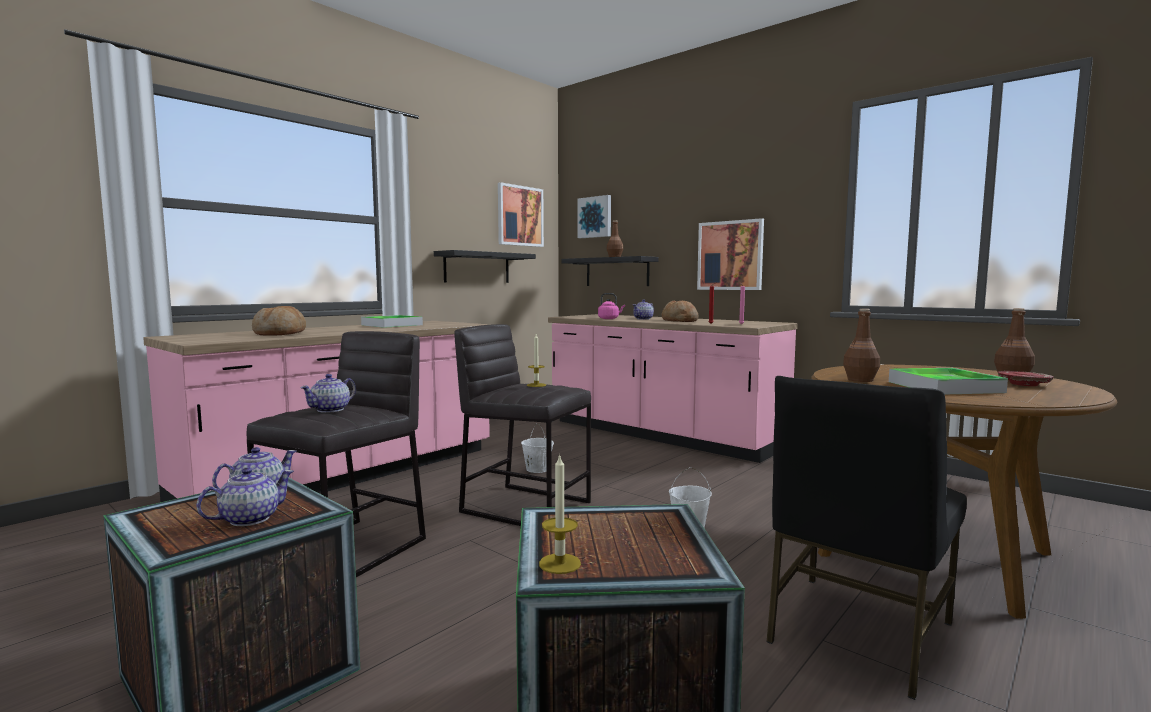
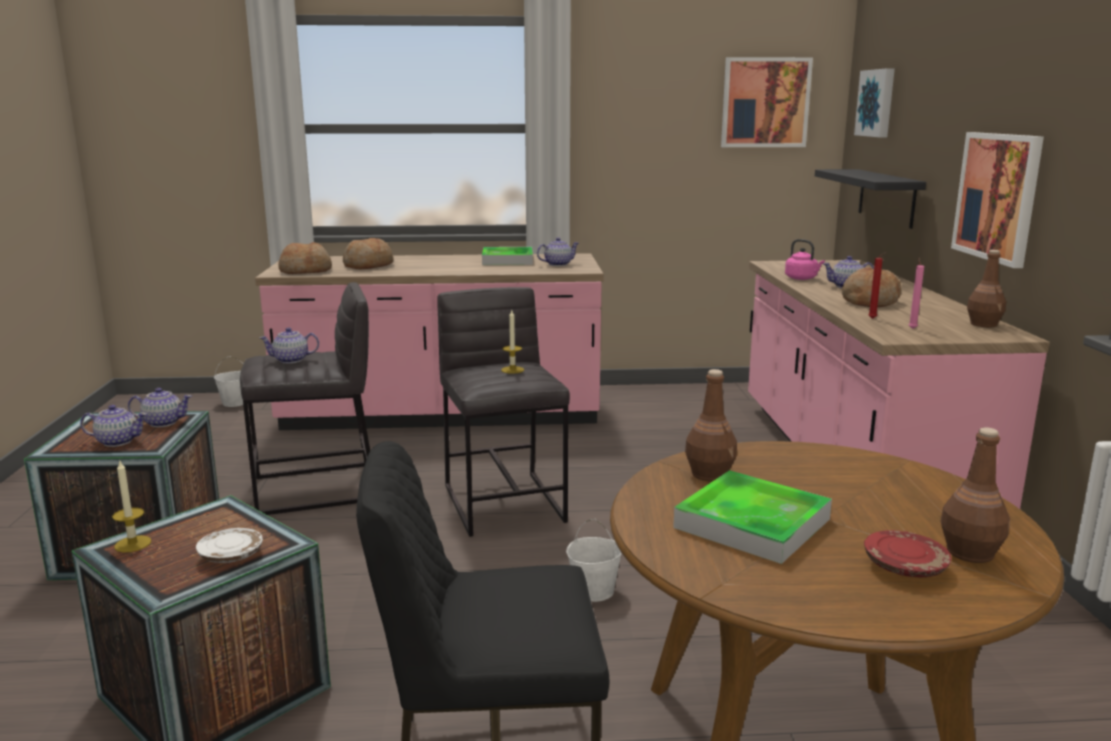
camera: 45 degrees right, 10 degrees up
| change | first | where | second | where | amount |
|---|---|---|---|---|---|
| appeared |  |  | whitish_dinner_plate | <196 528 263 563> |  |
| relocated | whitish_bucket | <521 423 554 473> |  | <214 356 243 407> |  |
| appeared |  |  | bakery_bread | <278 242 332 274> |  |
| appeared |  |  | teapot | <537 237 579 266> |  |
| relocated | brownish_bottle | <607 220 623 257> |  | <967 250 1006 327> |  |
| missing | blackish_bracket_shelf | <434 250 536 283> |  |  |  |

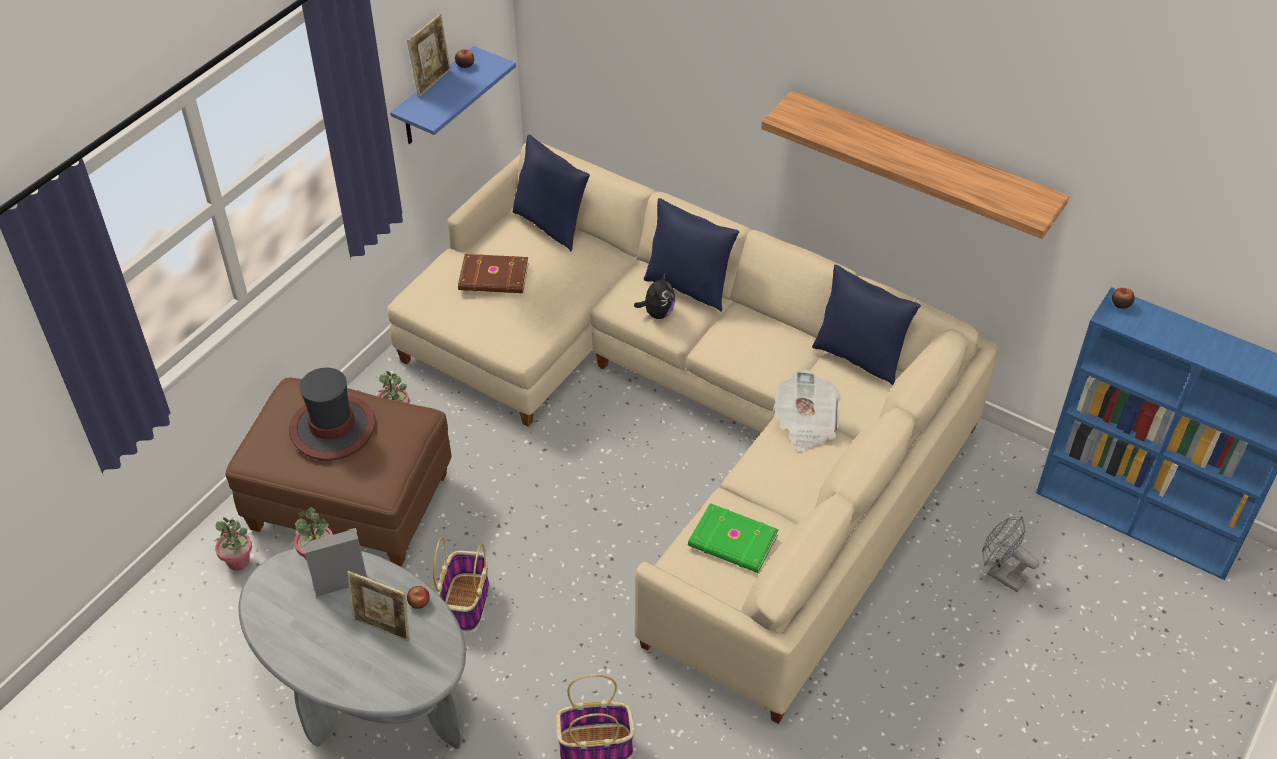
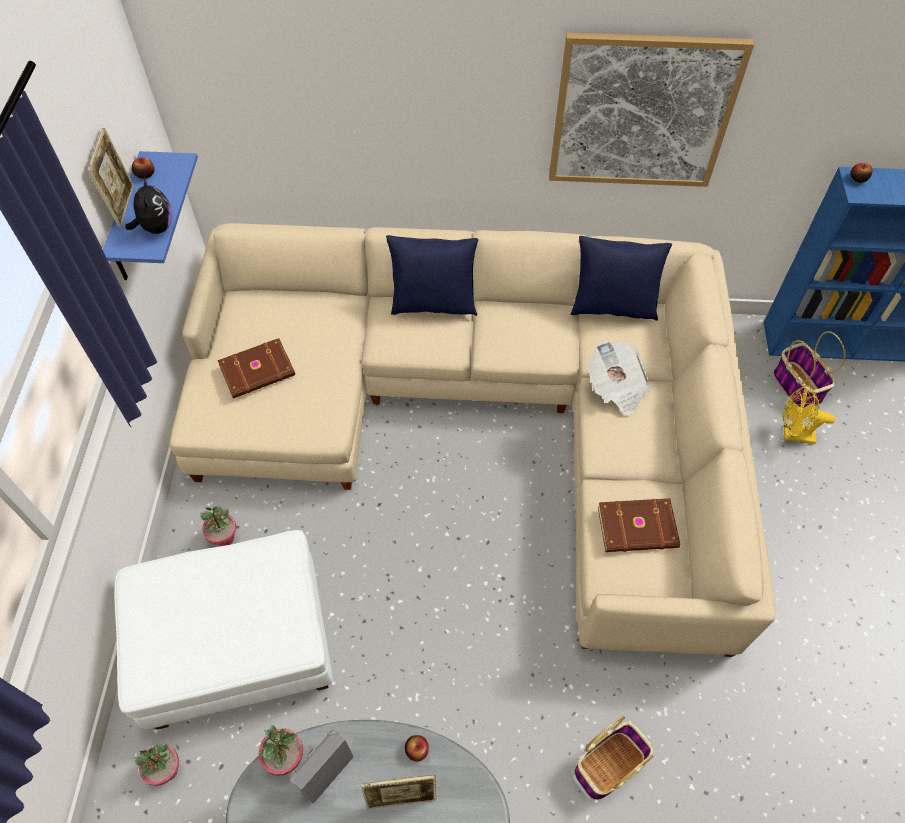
camera: 30 degrees left, 10 degrees up
| change | first | where | second | where | amount |
|---|---|---|---|---|---|
| colour | brownish_pouffe | <225 378 452 567> | whitish_pouffe | <114 530 333 730> |  |
| relocated | soft_toy | <634 273 675 319> |  | <125 176 173 234> |  |
| exchanged | bracket_shelf | <761 91 1069 239> | picture | <549 33 754 187> |  |
| colour | greenish_book | <688 503 779 573> | brownish_book | <598 498 680 552> |  |
| relocated | storage_basket | <433 537 489 632> |  | <773 331 846 408> |  |
| colour | gray_electric_fan | <982 516 1039 592> | yellowish_electric_fan | <783 385 835 444> |  |
| missing | hat | <289 368 376 461> |  |  |  |
| missing | blue-coloured_cushion | <512 135 590 252> |  |  |  |

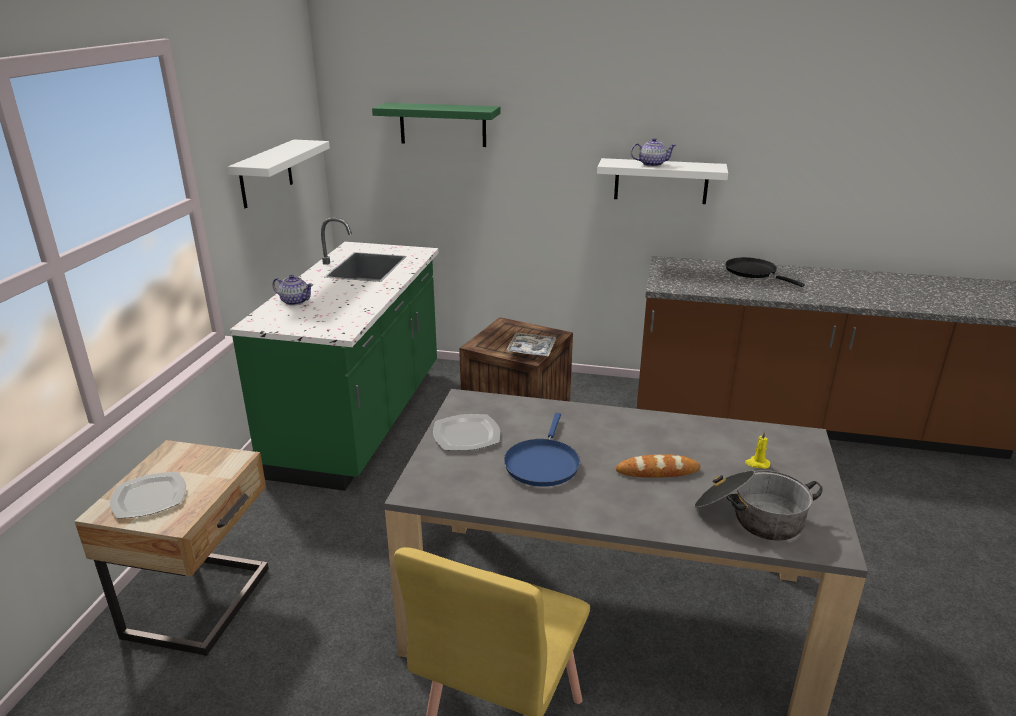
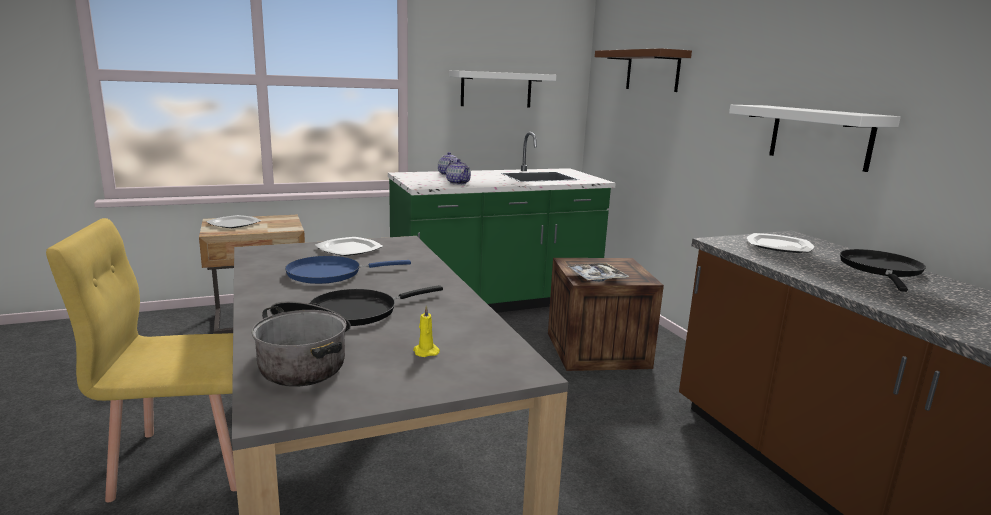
camera: 55 degrees right, 10 degrees down
| change | first | where | second | where | amount |
|---|---|---|---|---|---|
| exchanged | bakery_bread | <616 454 700 478> | blackish_pan | <309 285 443 326> |  |
| relocated | teapot | <631 138 676 167> |  | <446 159 471 185> |  |
| colour | greenish_bracket_shelf | <372 103 500 147> | brownish_bracket_shelf | <595 48 692 92> |  |
| appeared |  |  | dinner_plate | <747 233 814 253> |  |

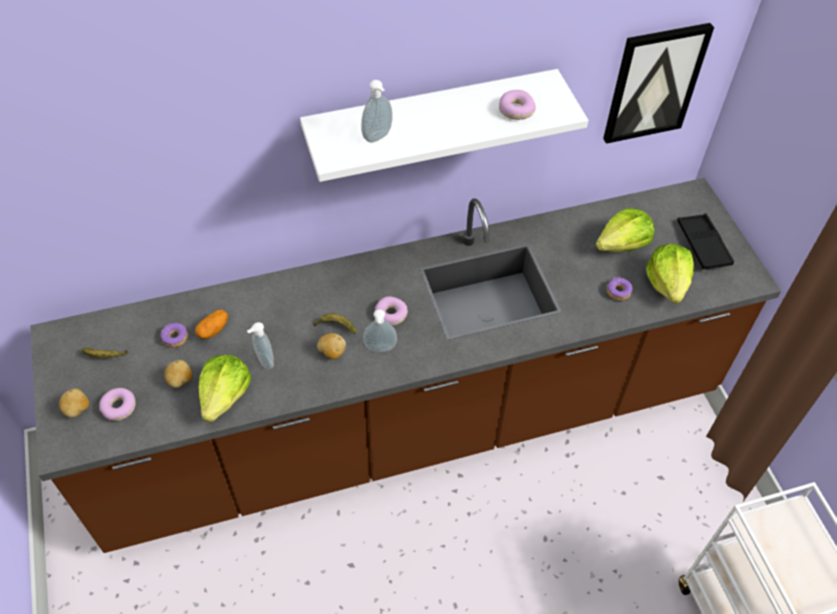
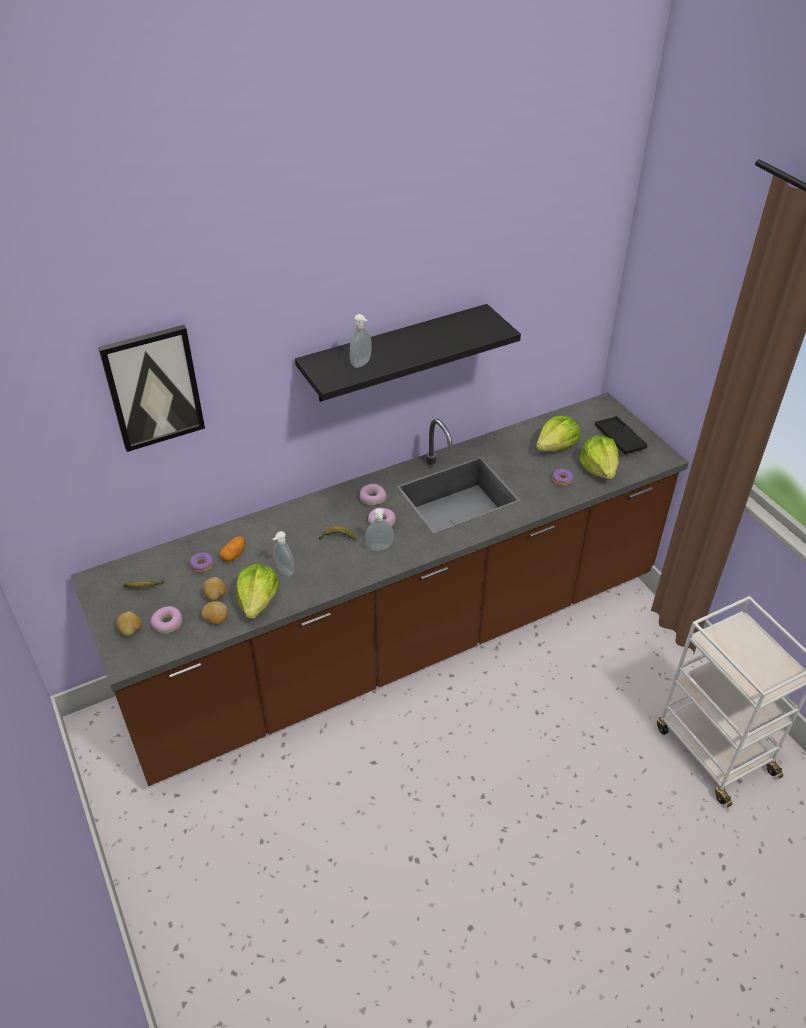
camera: 10 degrees left, 10 degrees down
| change | first | where | second | where | amount |
|---|---|---|---|---|---|
| relocated | picture | <603 23 714 144> |  | <98 325 205 452> |  |
| relocated | spud | <317 333 346 359> |  | <202 601 228 625> |  |
| colour | whitish_bracket_shelf | <300 69 588 182> | blackish_bracket_shelf | <295 304 521 402> |  |
| relocated | doughnut | <499 90 536 120> |  | <360 484 387 506> |  |

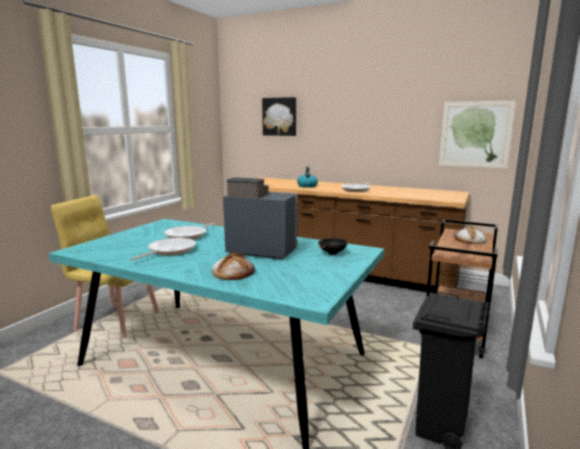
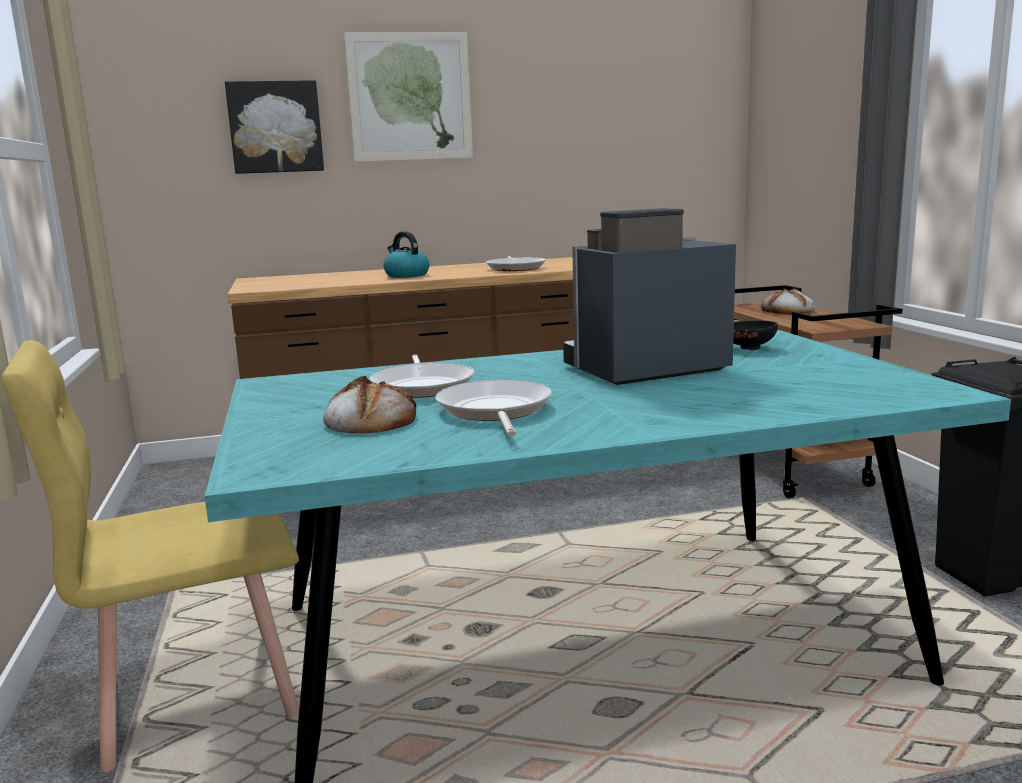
camera: 40 degrees left, 0 degrees up
| change | first | where | second | where | amount |
|---|---|---|---|---|---|
| relocated | bakery_bread | <212 252 255 280> |  | <323 375 416 433> |  |
| relocated | picture | <439 101 516 168> |  | <344 32 473 162> |  |

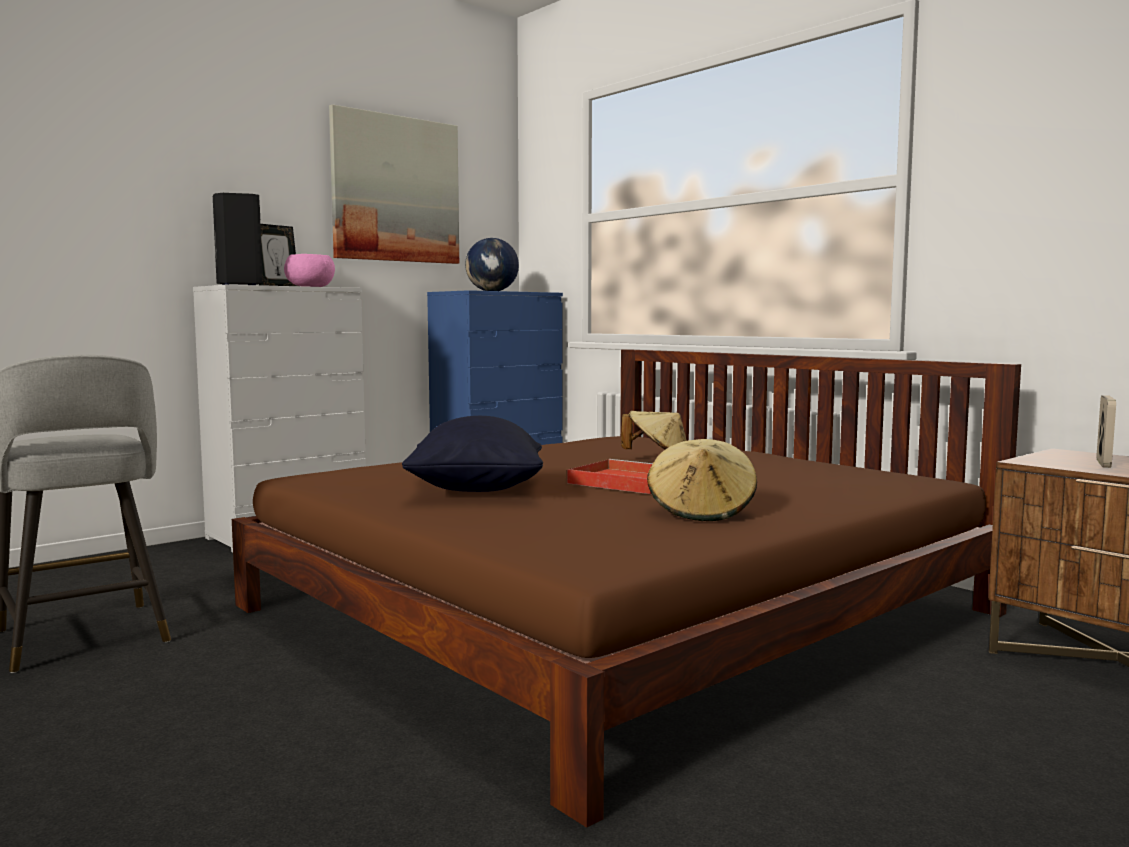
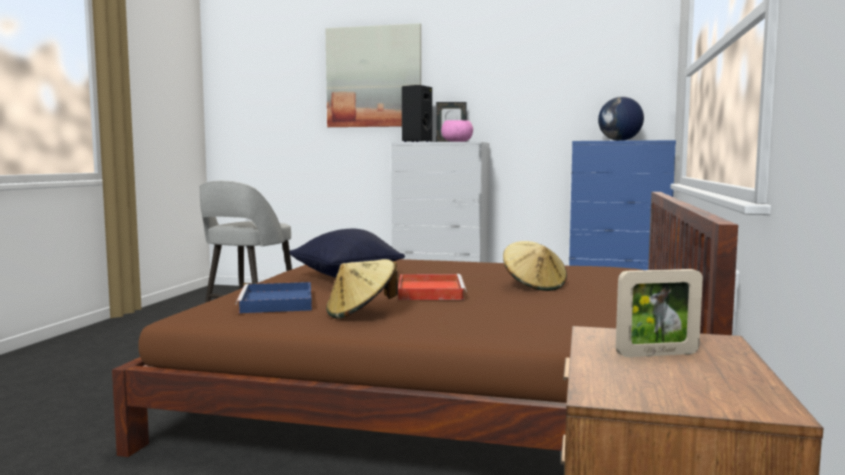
camera: 55 degrees right, 0 degrees up
| change | first | where | second | where | amount |
|---|---|---|---|---|---|
| appeared |  |  | blue-coloured_carrying_tray | <236 282 312 313> |  |
| relocated | picture | <329 104 459 264> |  | <325 23 421 127> |  |

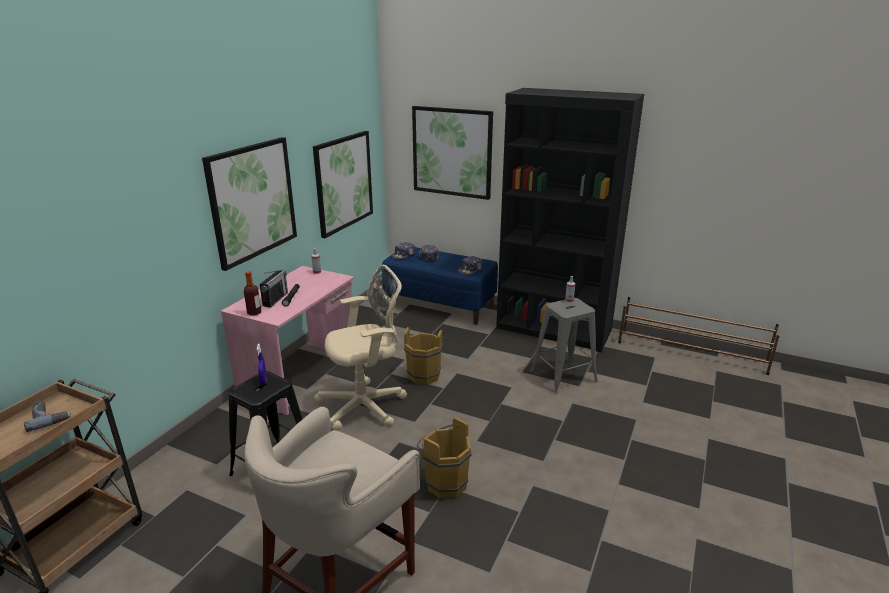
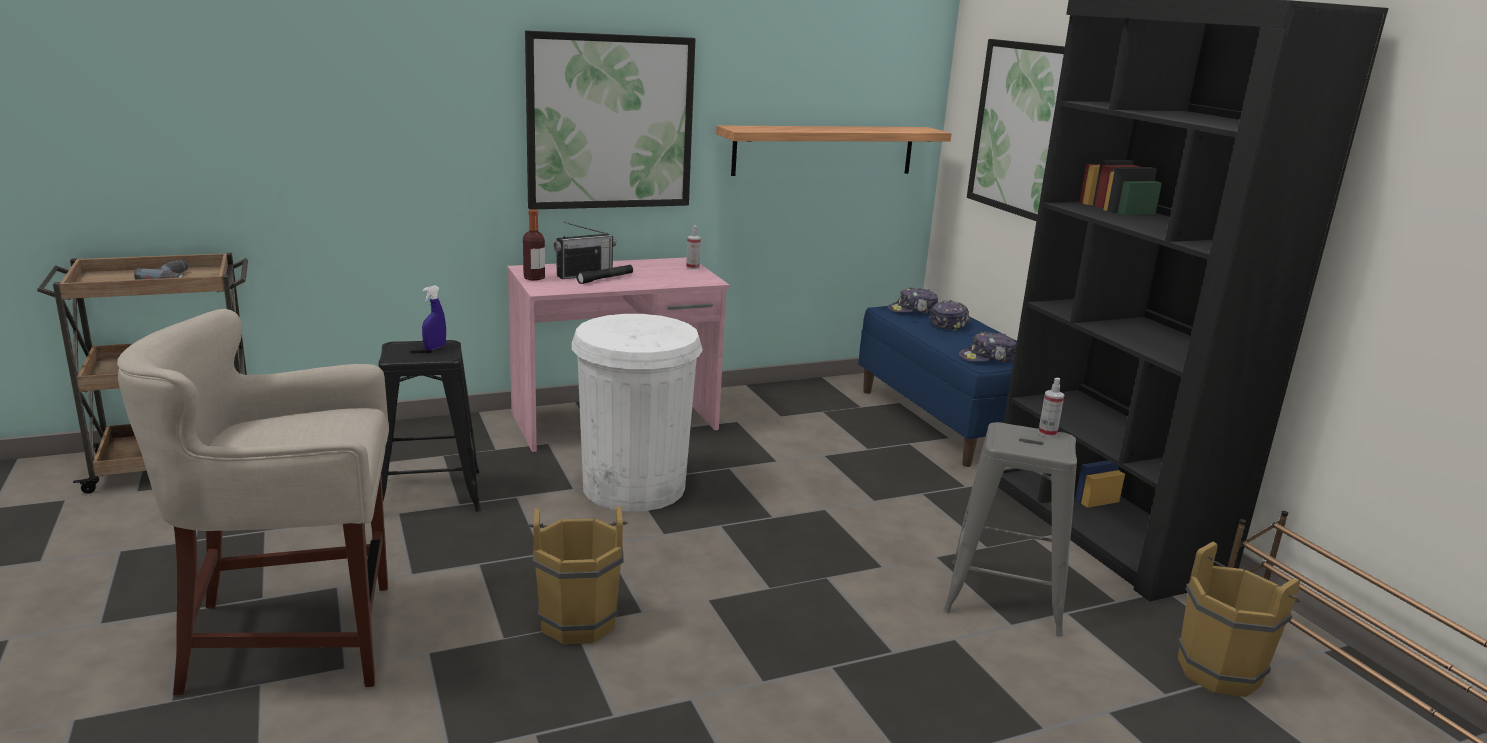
camera: 40 degrees right, 5 degrees down
| change | first | where | second | where | amount |
|---|---|---|---|---|---|
| exchanged | beige-coloured_office_chair | <314 265 407 431> | whitish_trash_can | <572 314 703 512> |  |
| exchanged | picture | <313 131 373 238> | bracket_shelf | <716 125 952 176> |  |
| relocated | brownish_bucket | <404 327 444 385> |  | <1178 541 1300 697> |  |

